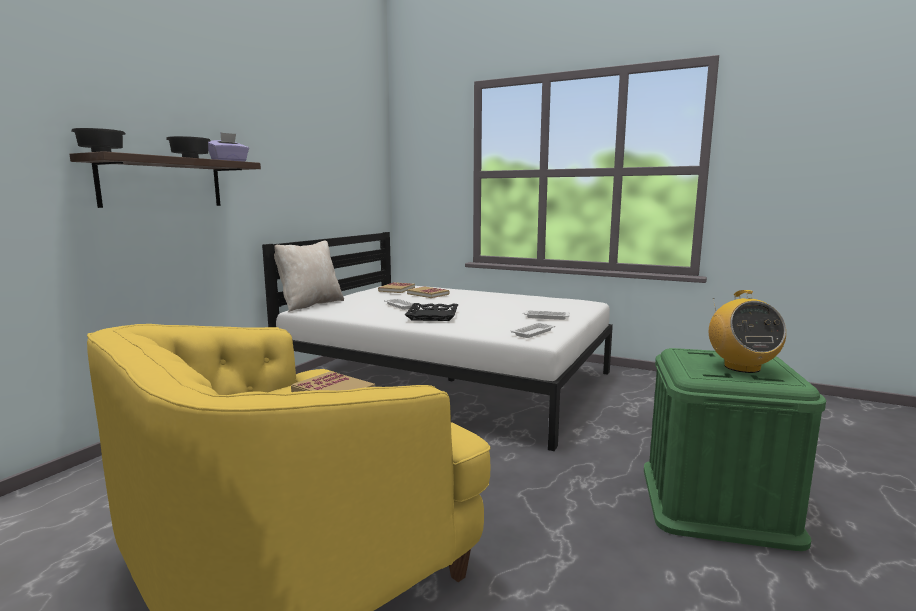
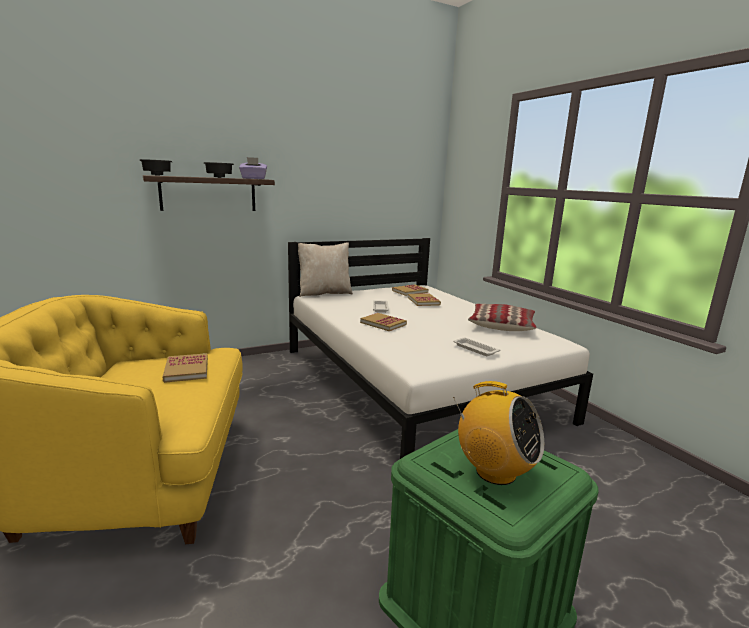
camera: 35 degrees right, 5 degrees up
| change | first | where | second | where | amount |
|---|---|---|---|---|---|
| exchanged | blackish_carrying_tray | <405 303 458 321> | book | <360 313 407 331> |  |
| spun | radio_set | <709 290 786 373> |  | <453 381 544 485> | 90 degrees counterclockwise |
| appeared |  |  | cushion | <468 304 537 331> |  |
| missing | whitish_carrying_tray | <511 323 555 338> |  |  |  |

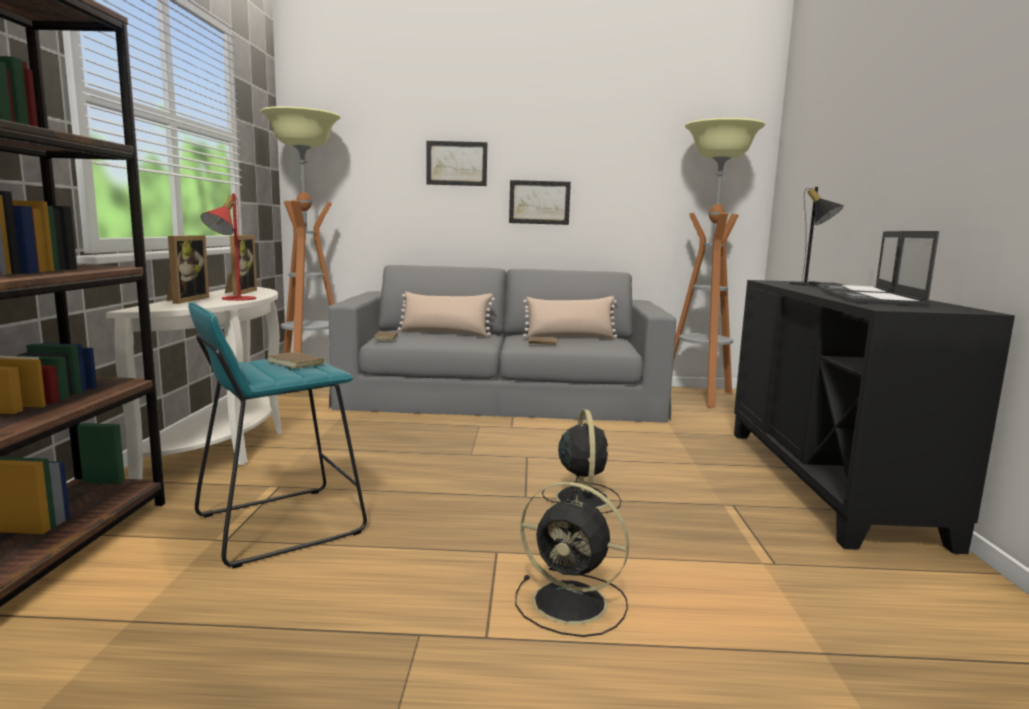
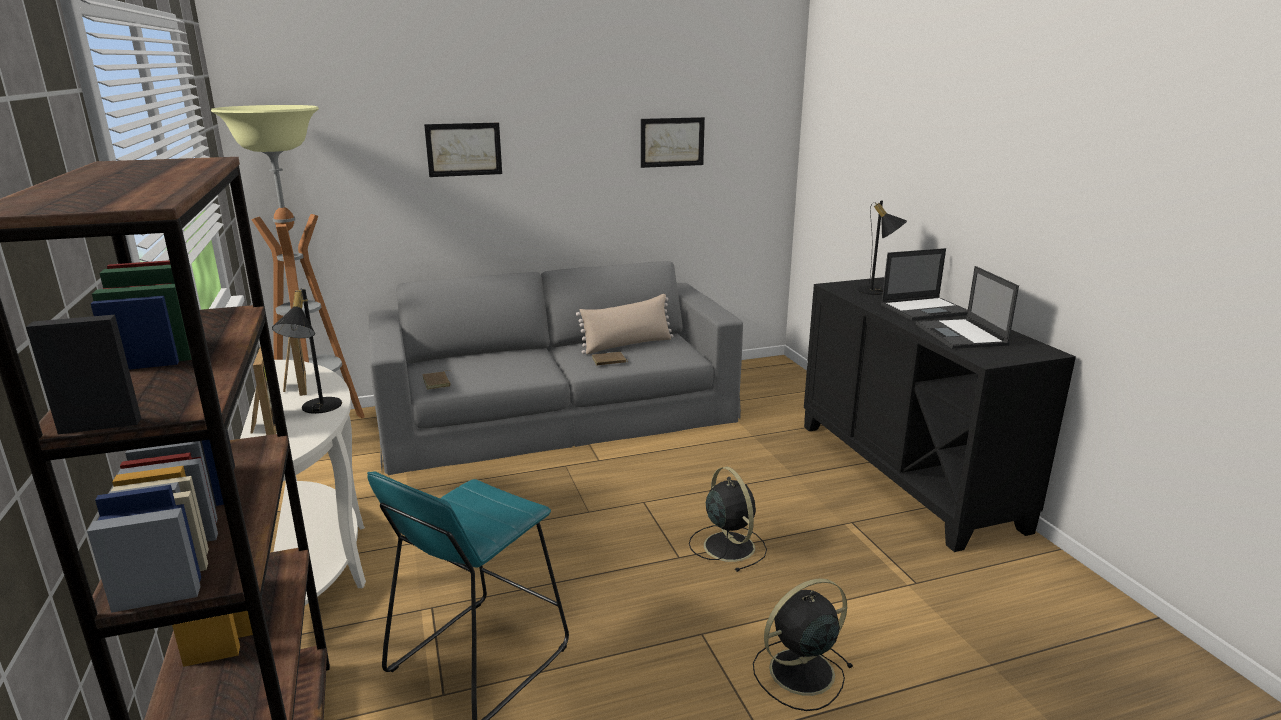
camera: 20 degrees left, 10 degrees up
| change | first | where | second | where | amount |
|---|---|---|---|---|---|
| colour | red_lamp_for_a_table | <201 194 256 301> | blackish_lamp_for_a_table | <272 289 342 414> |  |
| relocated | picture | <509 180 571 225> |  | <641 117 705 168> |  |
| spun | blackish_electric_fan | <515 482 629 637> |  | <753 578 854 711> | 150 degrees clockwise |
| spun | notebook_computer | <816 231 902 294> |  | <881 248 968 321> | 105 degrees counterclockwise |
| missing | brownish_book | <268 352 324 369> |  |  |  |
| missing | beige-coloured_cushion | <397 292 495 337> |  |  |  |
| missing | standard_lamp | <674 118 766 408> |  |  |  |

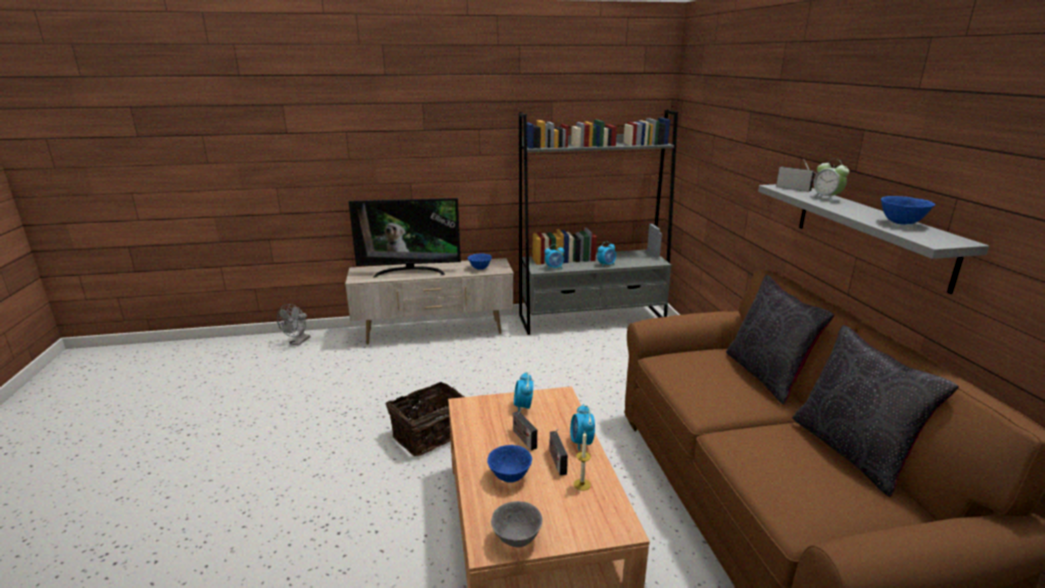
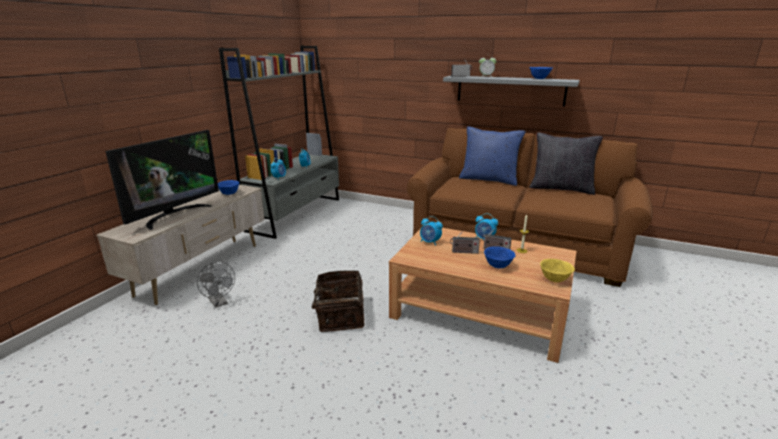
camera: 55 degrees left, 0 degrees up
| change | first | where | second | where | amount |
|---|---|---|---|---|---|
| relocated | gray_electric_fan | <277 304 310 346> |  | <197 262 235 308> |  |
| colour | blackish_cushion | <726 275 835 405> | blue-coloured_cushion | <459 126 526 186> |  |
| colour | gray_deep_dish | <491 501 543 548> | yellowish_deep_dish | <540 259 575 282> |  |

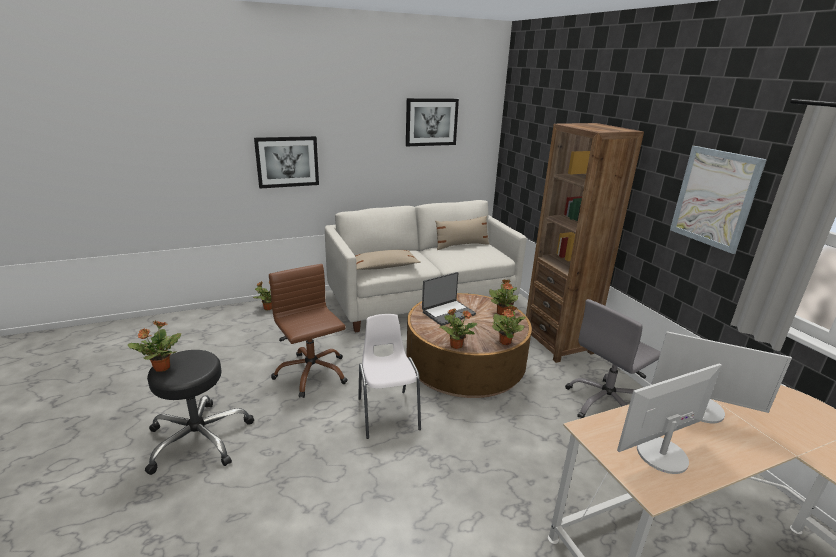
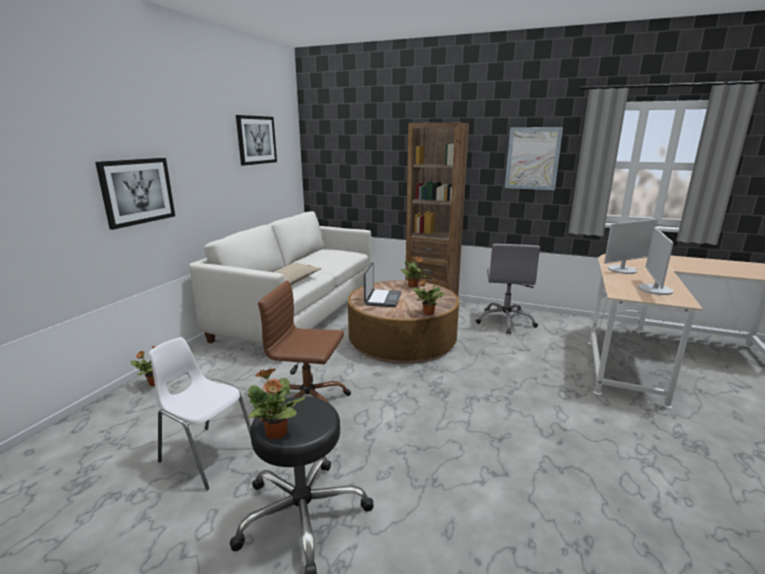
camera: 45 degrees left, 5 degrees down
| change | first | where | second | where | amount |
|---|---|---|---|---|---|
| relocated | whitish_plain_chair | <358 314 421 439> |  | <149 337 251 490> |  |
| missing | beige-coloured_cushion | <435 216 489 250> |  |  |  |
| missing | plant_in_a_pot | <492 305 526 345> |  |  |  |

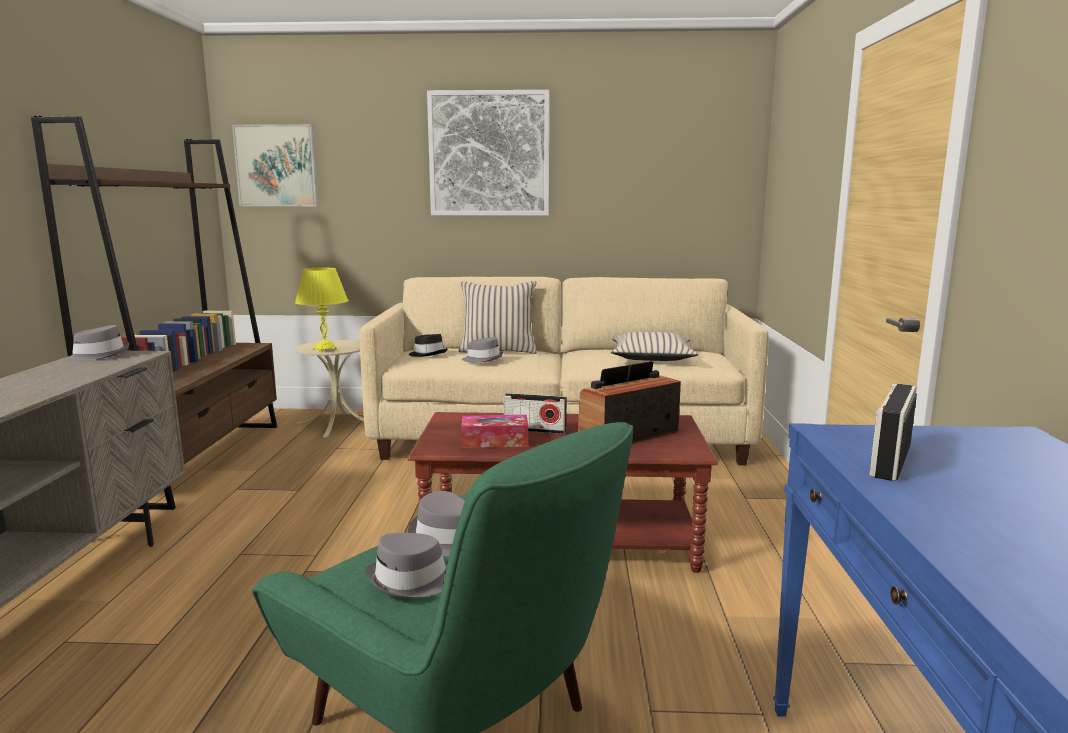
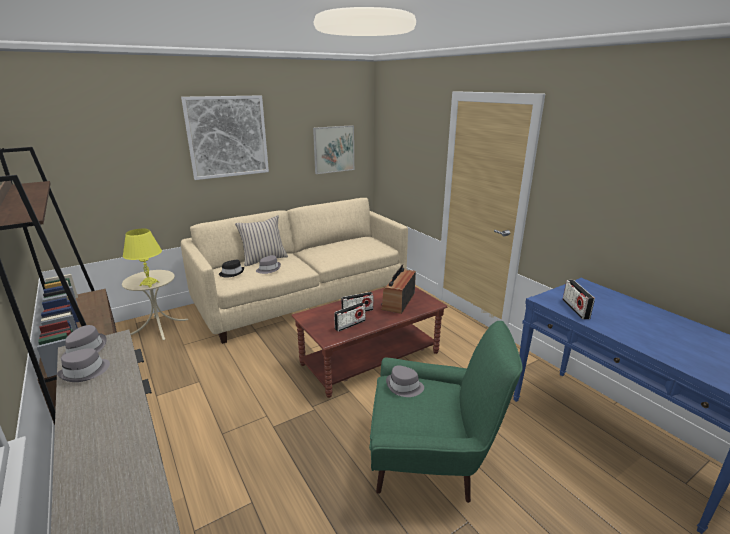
camera: 35 degrees left, 10 degrees up
| change | first | where | second | where | amount |
|---|---|---|---|---|---|
| relocated | gray_hat | <366 533 447 599> |  | <57 348 110 382> |  |
| relocated | picture | <232 124 318 206> |  | <313 125 354 174> |  |
| exchanged | tissue_box | <461 415 528 448> | radio_set | <334 302 366 332> |  |
| missing | beige-coloured_cushion | <611 332 698 361> |  |  |  |

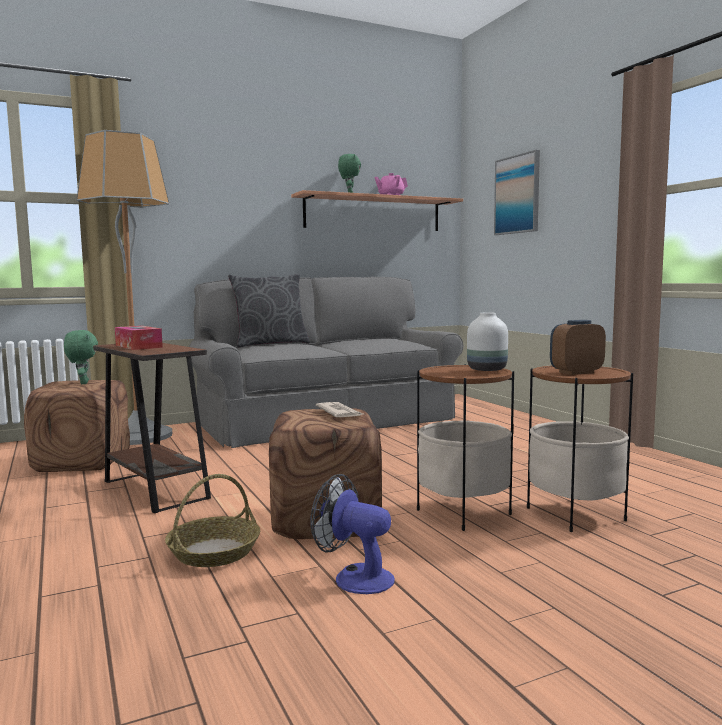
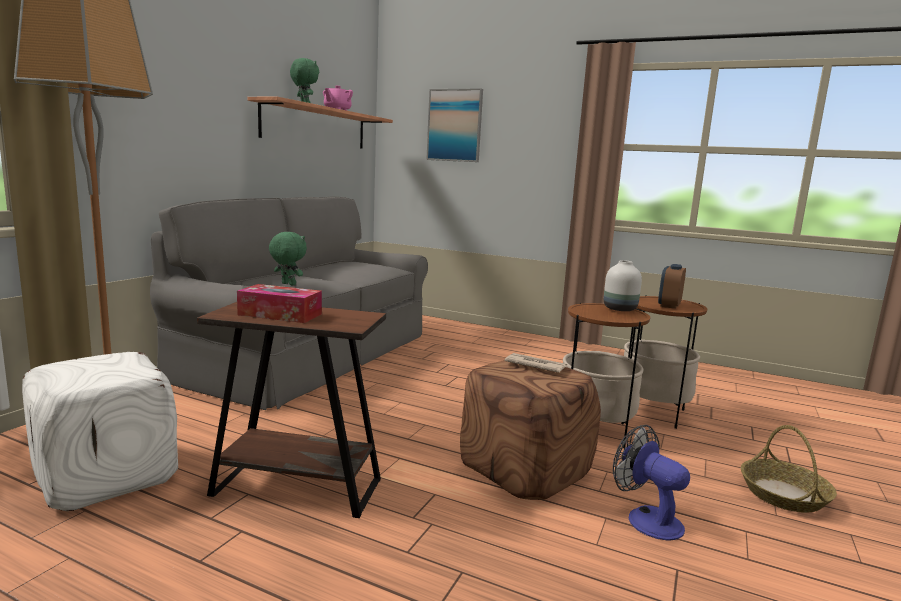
camera: 40 degrees left, 5 degrees up
| change | first | where | second | where | amount |
|---|---|---|---|---|---|
| colour | brownish_pouffe | <24 380 130 472> | whitish_pouffe | <22 352 178 511> |  |
| relocated | greenish_soft_toy | <64 330 98 384> |  | <269 232 307 286> |  |
| spun | electric_fan | <311 474 395 594> |  | <613 425 690 541> | 60 degrees clockwise |
| relocated | storage_basket | <165 474 260 567> |  | <741 425 837 513> |  |
| missing | gray_cushion | <228 274 310 347> |  |  |  |

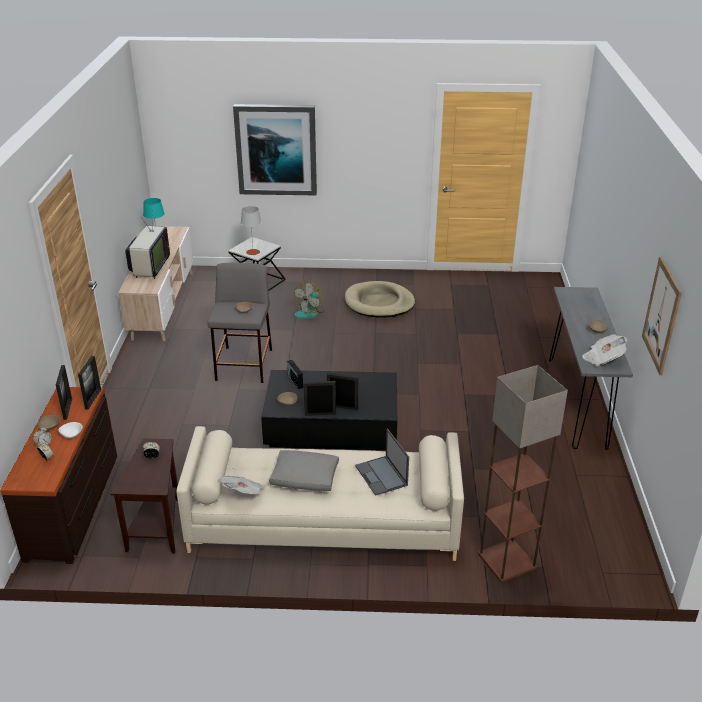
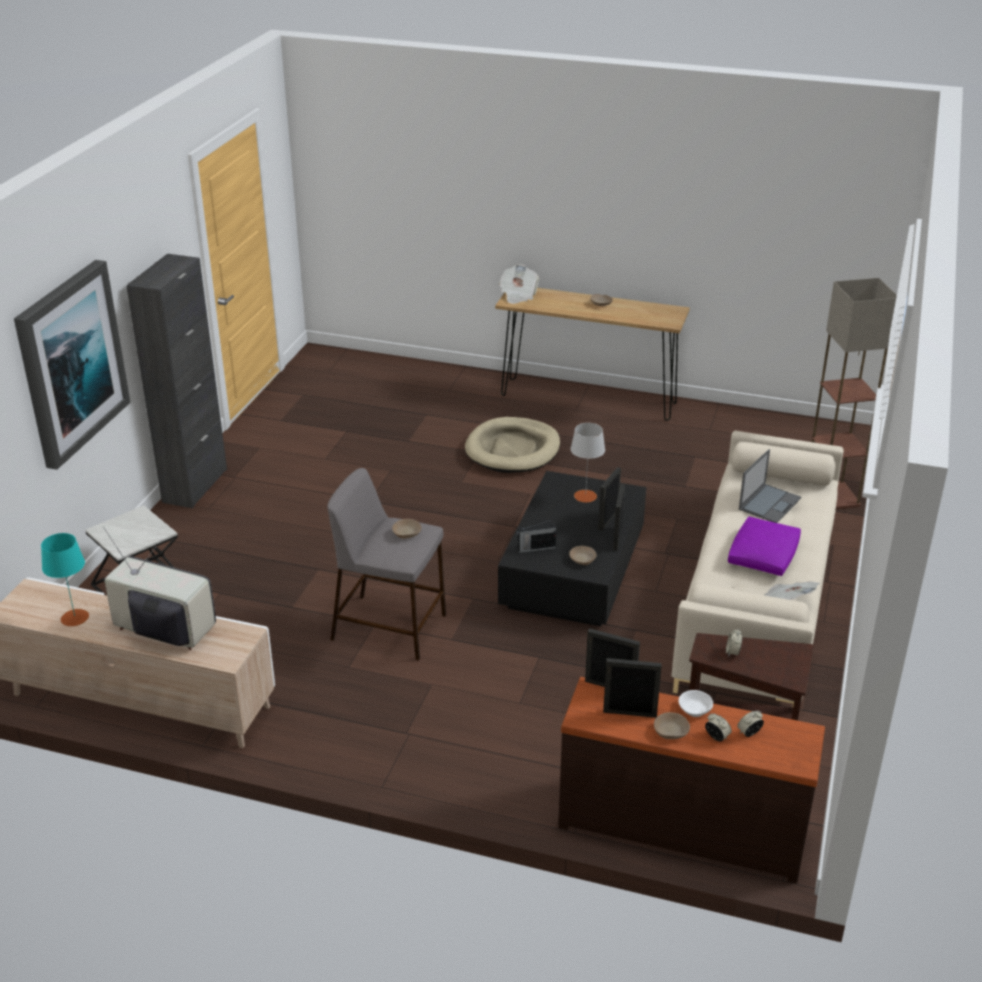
camera: 75 degrees left, 0 degrees up
| change | first | where | second | where | amount |
|---|---|---|---|---|---|
| appeared |  |  | blackish_storage_cabinet | <126 254 227 508> |  |
| relocated | beige-coloured_dog_bed | <345 281 415 318> |  | <465 417 560 473> |  |
| colour | gray_narrow_table | <549 287 633 450> | brownish_narrow_table | <495 288 690 421> |  |
| relocated | daily_paper | <582 334 628 366> |  | <499 264 539 304> |  |
| relocated | gray_lamp_for_a_table | <241 206 261 255> |  | <571 423 605 503> |  |
| colour | gray_cushion | <269 450 339 491> | purple-coloured_cushion | <728 517 801 576> |  |
| spun | notebook_computer | <355 428 409 496> |  | <739 449 801 523> | 45 degrees counterclockwise |
| missing | electric_fan | <294 281 325 319> |  |  |  |
| missing | picture | <642 257 682 376> |  |  |  |

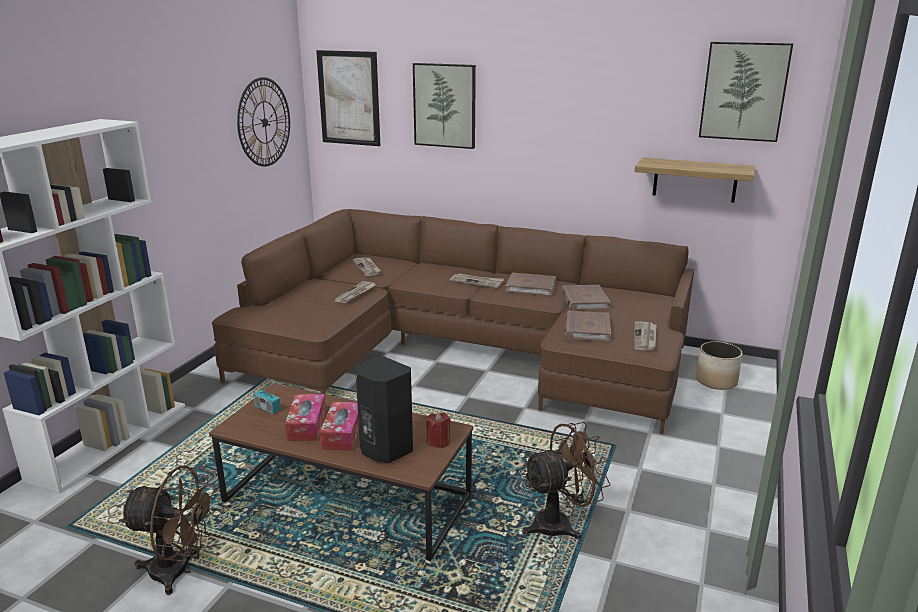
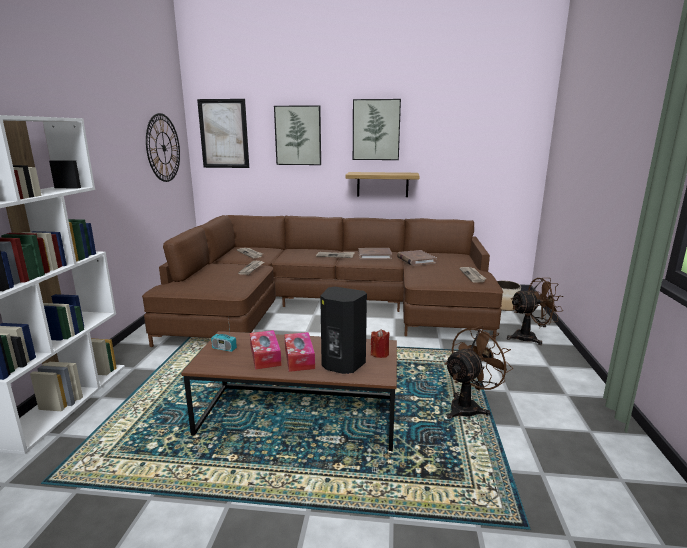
camera: 15 degrees left, 5 degrees down
| change | first | where | second | where | amount |
|---|---|---|---|---|---|
| relocated | bracket_shelf | <635 158 755 203> |  | <345 172 419 197> |  |
| relocated | picture | <699 42 793 142> |  | <353 99 401 160> |  |
| relocated | brownish_electric_fan | <119 465 217 595> |  | <507 278 563 345> |  |
| missing | brownish_book | <565 311 611 342> |  |  |  |

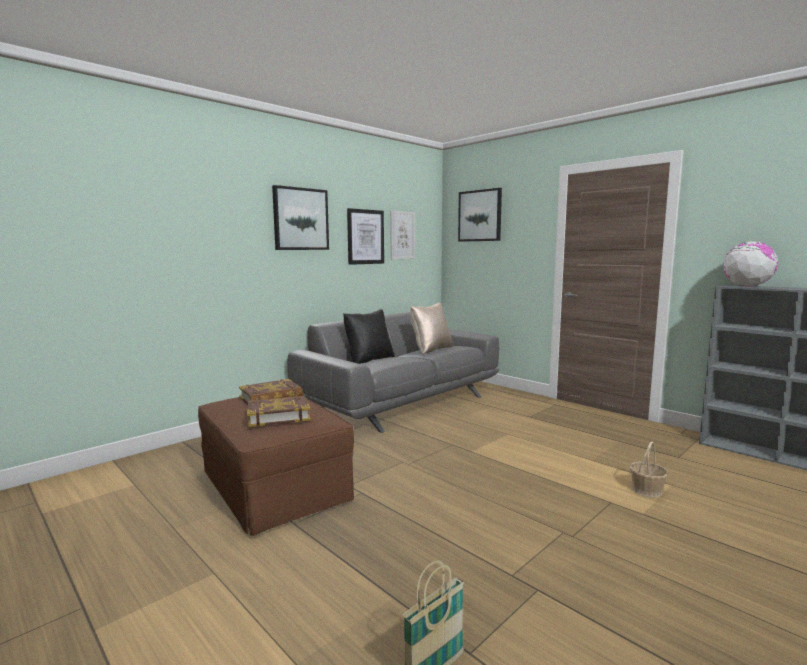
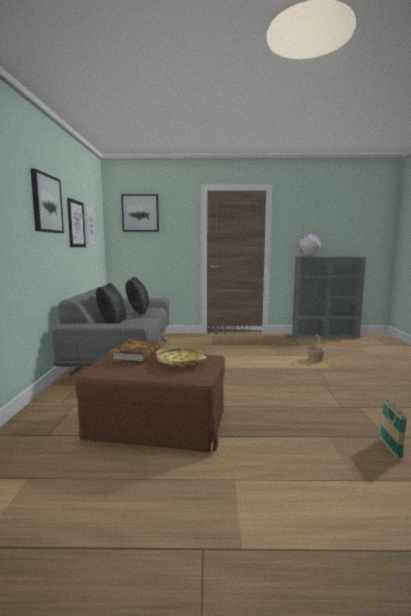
camera: 45 degrees left, 0 degrees up
| change | first | where | second | where | amount |
|---|---|---|---|---|---|
| colour | beige-coloured_cushion | <410 303 453 355> | blackish_cushion | <125 277 149 315> |  |
| exchanged | book | <247 396 311 427> | yellowish_carrying_tray | <156 348 206 367> |  |

